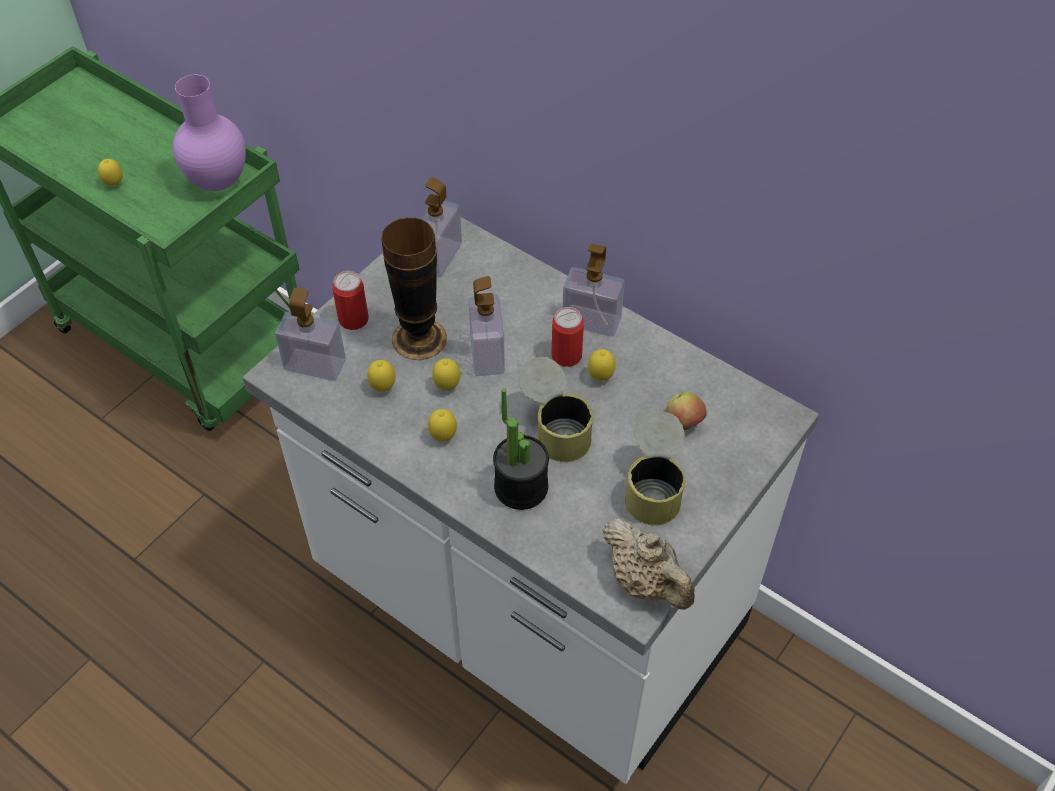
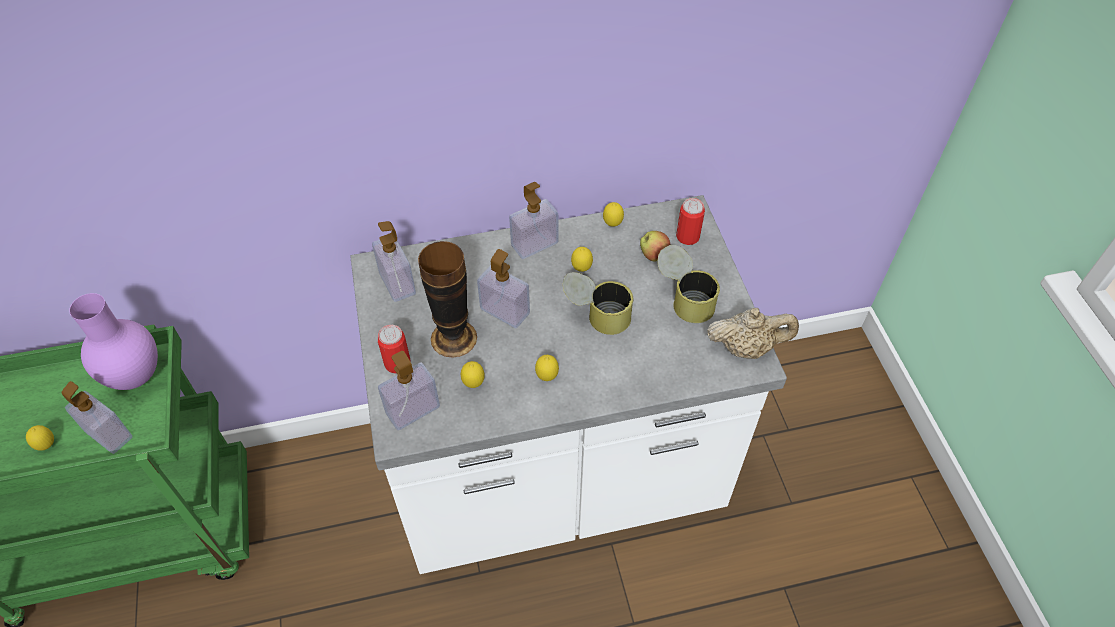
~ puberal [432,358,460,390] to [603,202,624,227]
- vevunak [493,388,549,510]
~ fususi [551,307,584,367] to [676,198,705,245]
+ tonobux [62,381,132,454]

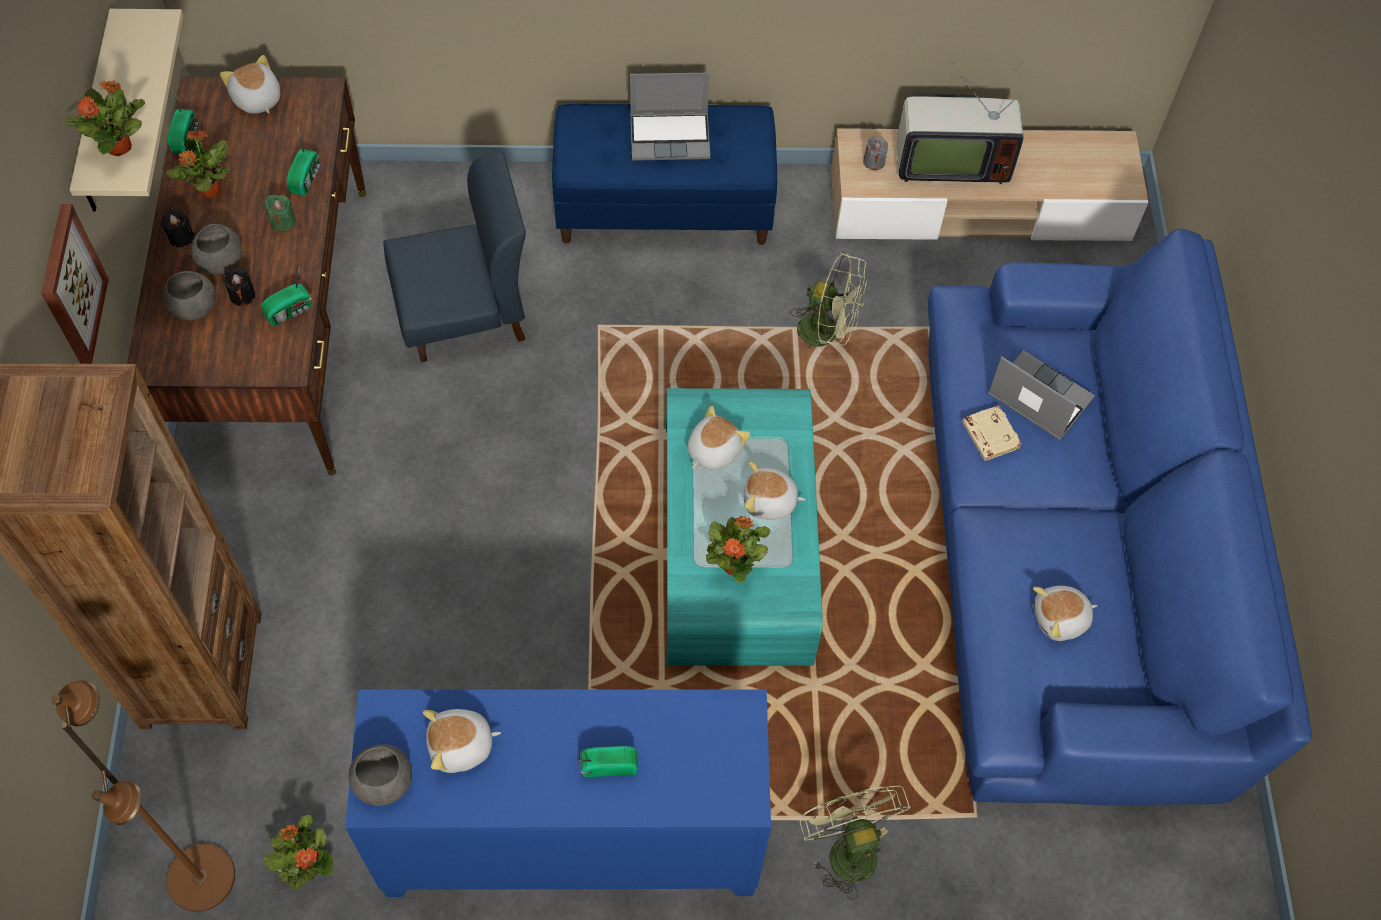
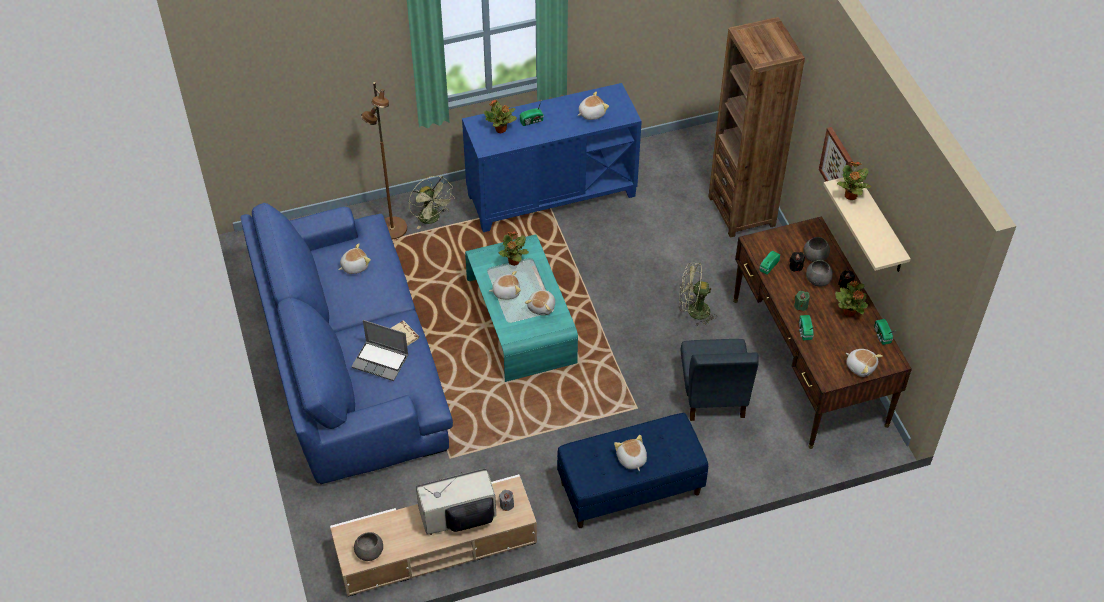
~ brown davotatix [51,680,235,912] to [361,82,407,239]
~ vevunak [263,815,334,890] to [484,100,517,133]
~ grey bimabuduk [349,744,412,806] to [354,532,383,561]
~ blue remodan [383,151,526,362] = [681,339,759,421] 60 degrees counterclockwise
~ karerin [630,73,710,161] to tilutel [614,435,647,471]
~ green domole [790,252,867,348] to [679,263,717,326]

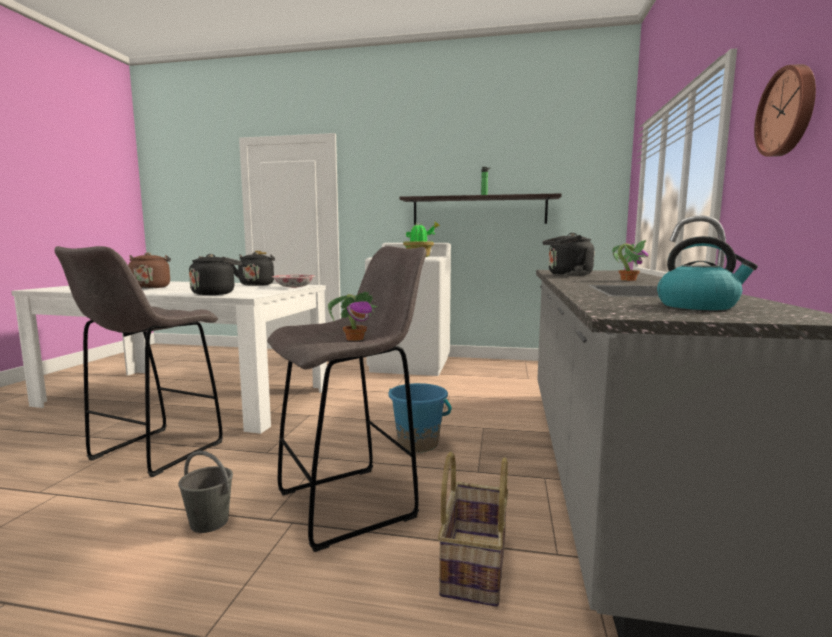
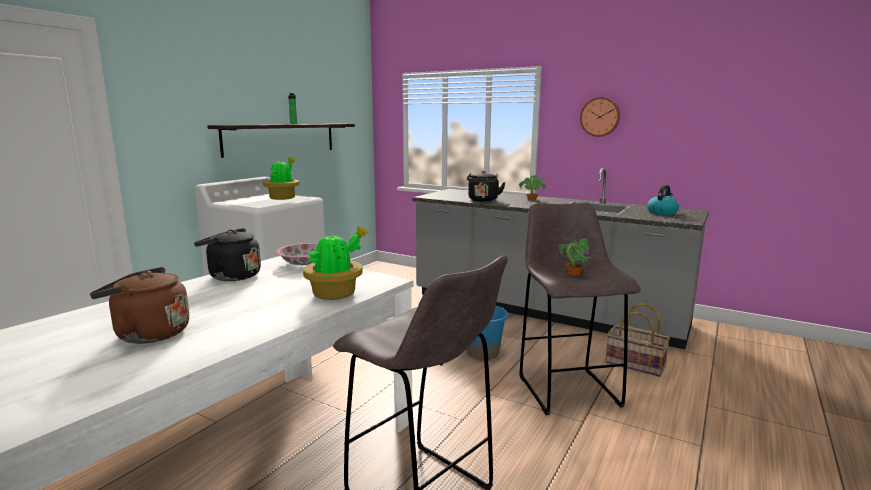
- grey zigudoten [178,451,233,533]
~ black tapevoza [189,254,242,295] to vevunak [303,226,368,300]

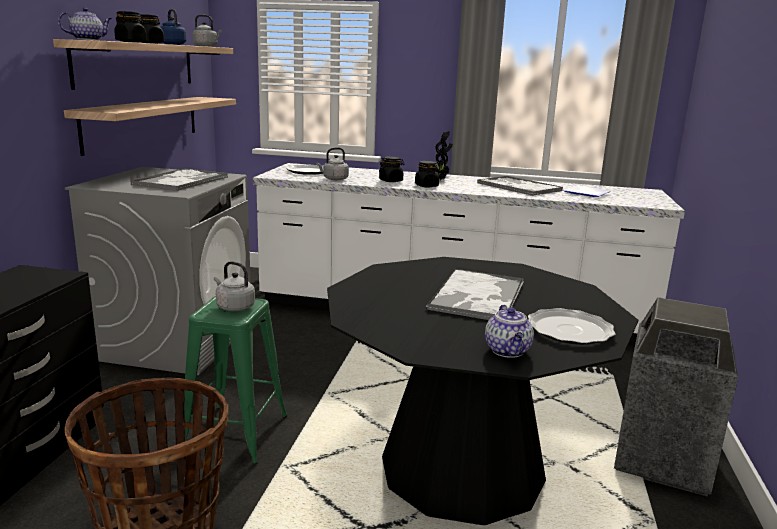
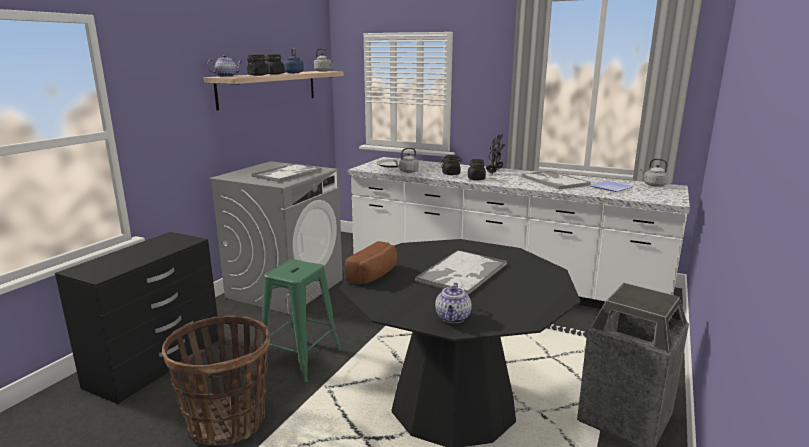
- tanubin [64,97,236,156]
~ grey tapevoza [214,261,255,311] to [640,158,669,187]
- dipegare [528,308,616,345]
+ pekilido [345,241,397,284]

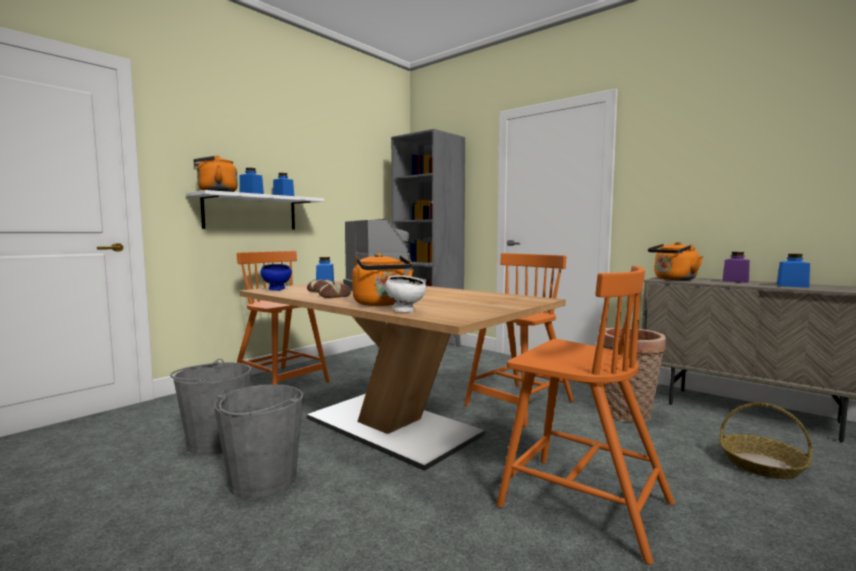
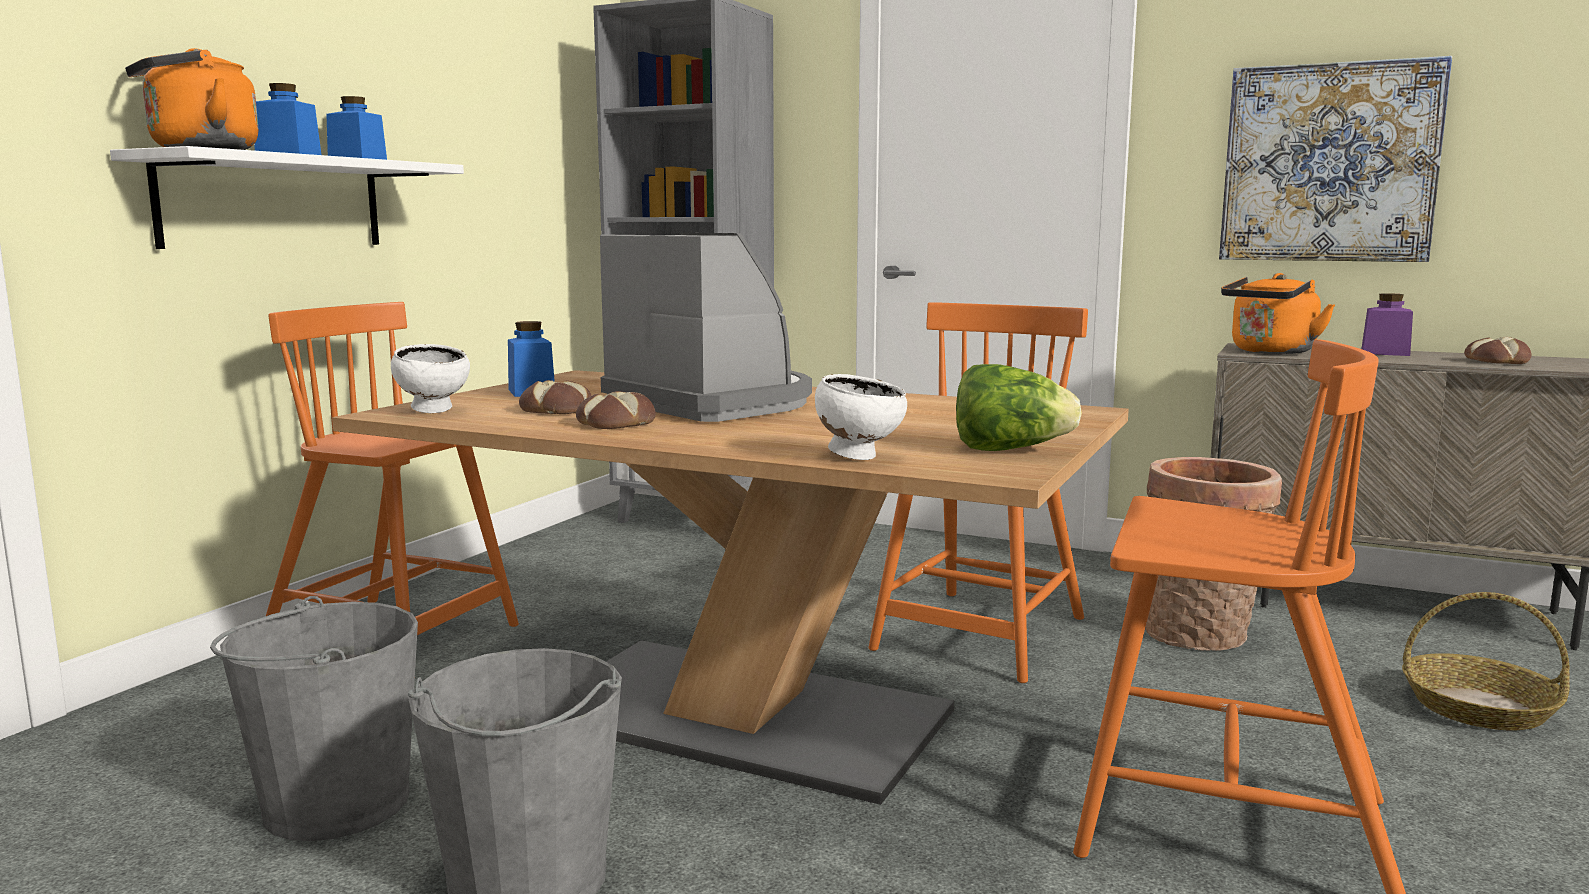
~ blue bimabuduk [261,264,292,291] to white bimabuduk [391,344,470,413]
- orange tapevoza [352,253,414,306]
~ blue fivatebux [777,254,810,288] to pekilido [1464,337,1532,364]
+ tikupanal [956,364,1082,451]
+ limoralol [1219,56,1452,262]

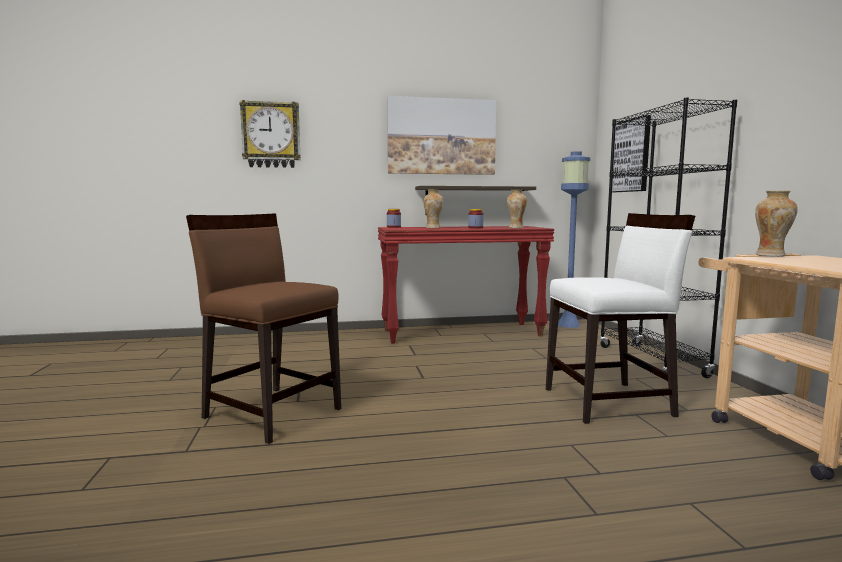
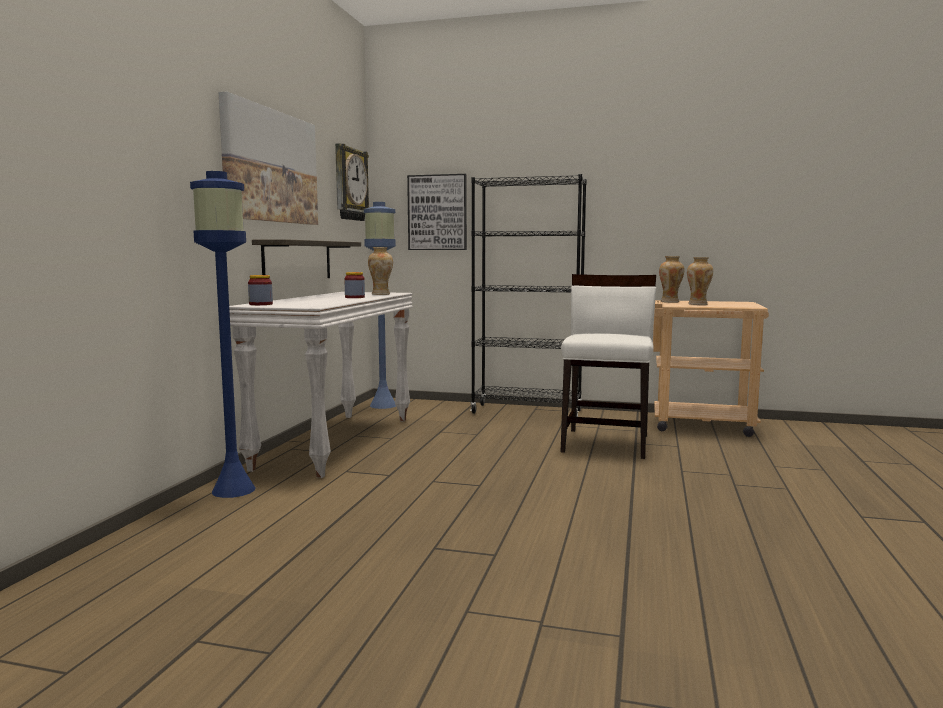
- brown remodan [186,213,341,444]
~ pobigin [239,100,301,168] to [335,143,369,221]
~ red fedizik [378,226,554,344] to white fedizik [229,292,413,478]
~ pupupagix [423,190,444,228] to [687,257,713,305]
+ blue davotatix [190,171,255,498]

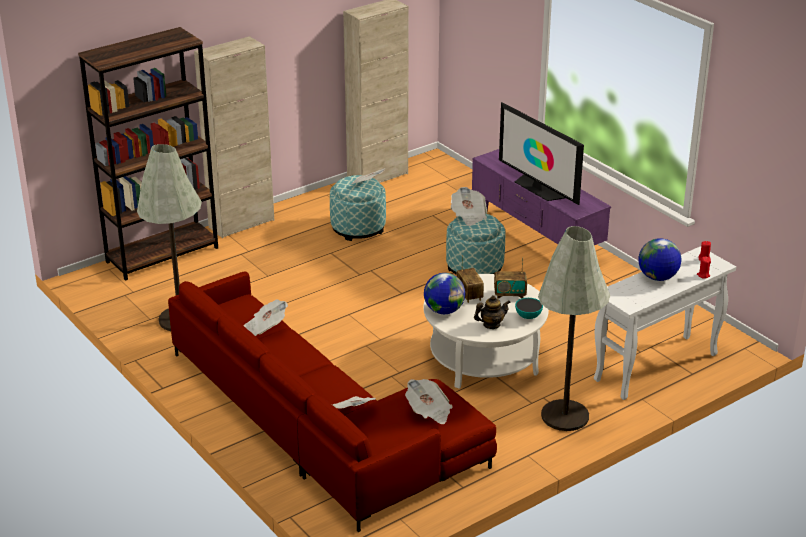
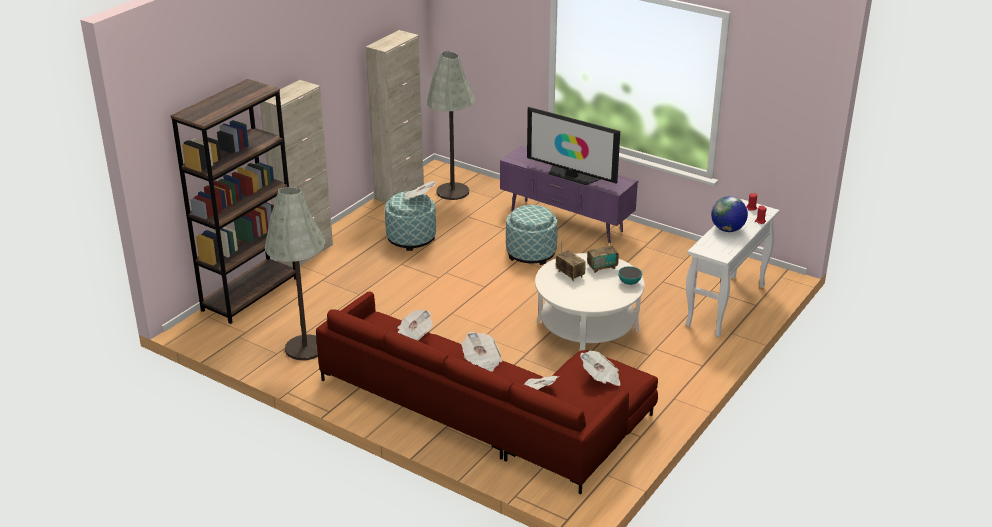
- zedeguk [424,273,465,314]
~ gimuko [451,187,487,226] to [461,331,503,372]
- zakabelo [474,295,511,329]
~ grey davotatix [538,226,610,431] to [427,51,475,200]

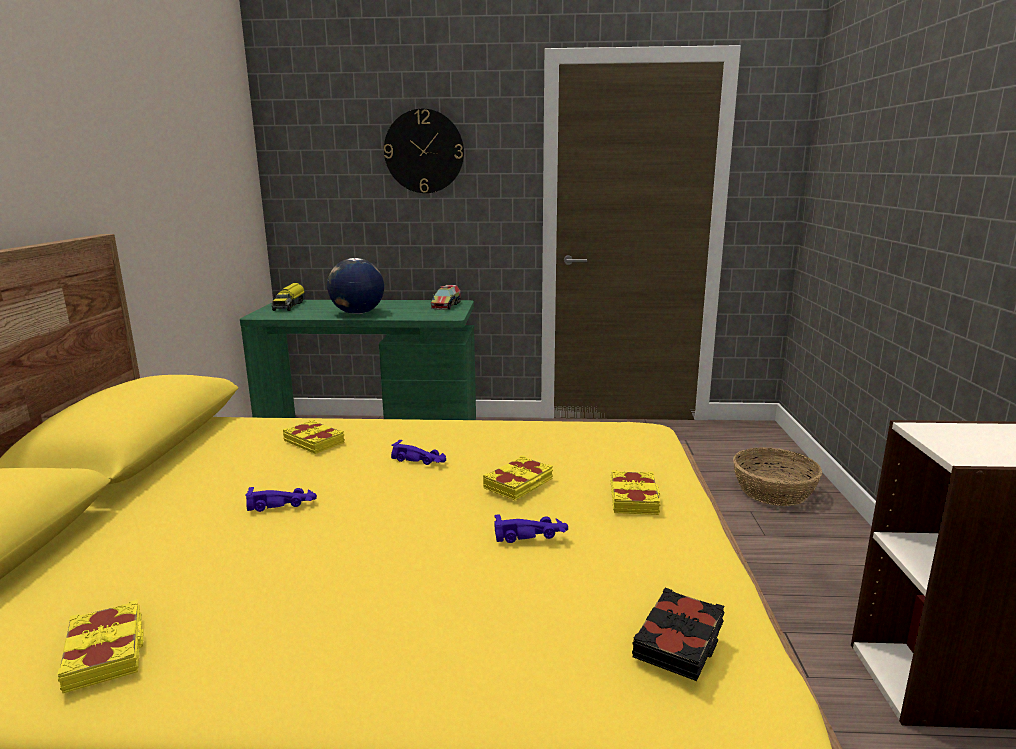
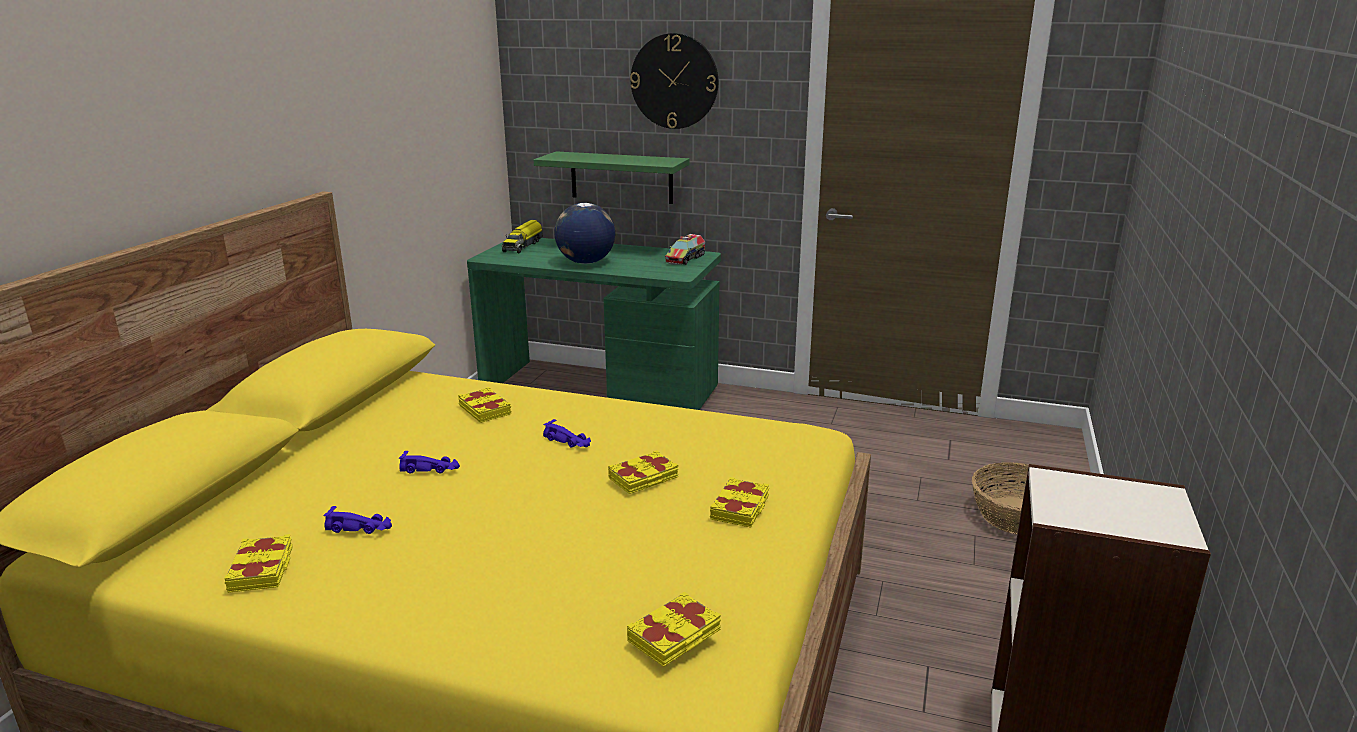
~ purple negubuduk [494,514,568,543] to [323,506,392,534]
~ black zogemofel [632,588,724,681] to yellow zogemofel [627,591,721,667]
+ green tanubin [534,151,689,204]

